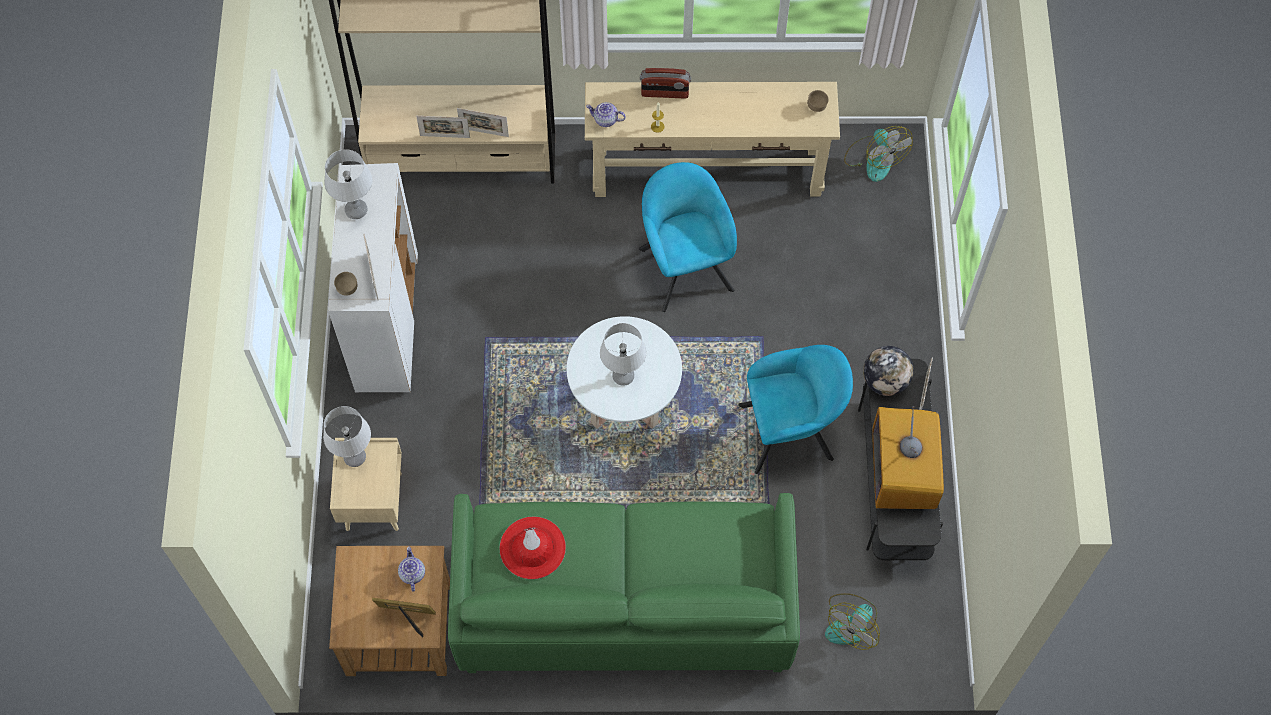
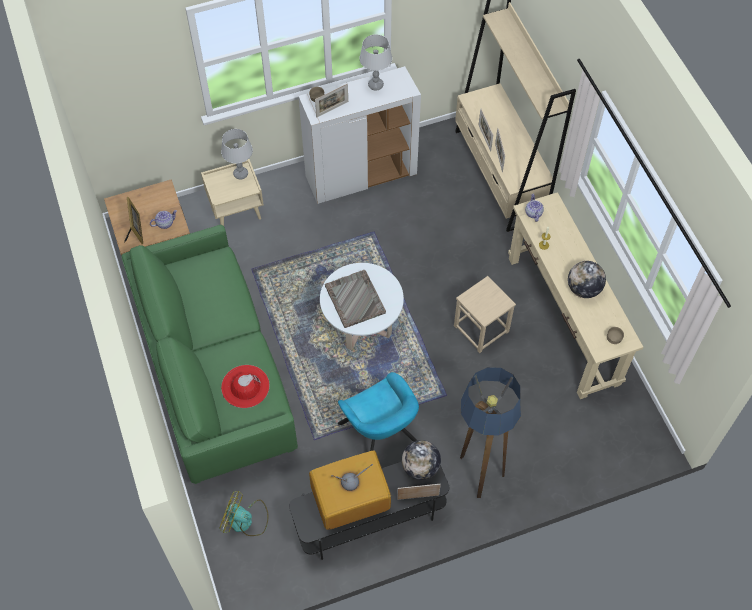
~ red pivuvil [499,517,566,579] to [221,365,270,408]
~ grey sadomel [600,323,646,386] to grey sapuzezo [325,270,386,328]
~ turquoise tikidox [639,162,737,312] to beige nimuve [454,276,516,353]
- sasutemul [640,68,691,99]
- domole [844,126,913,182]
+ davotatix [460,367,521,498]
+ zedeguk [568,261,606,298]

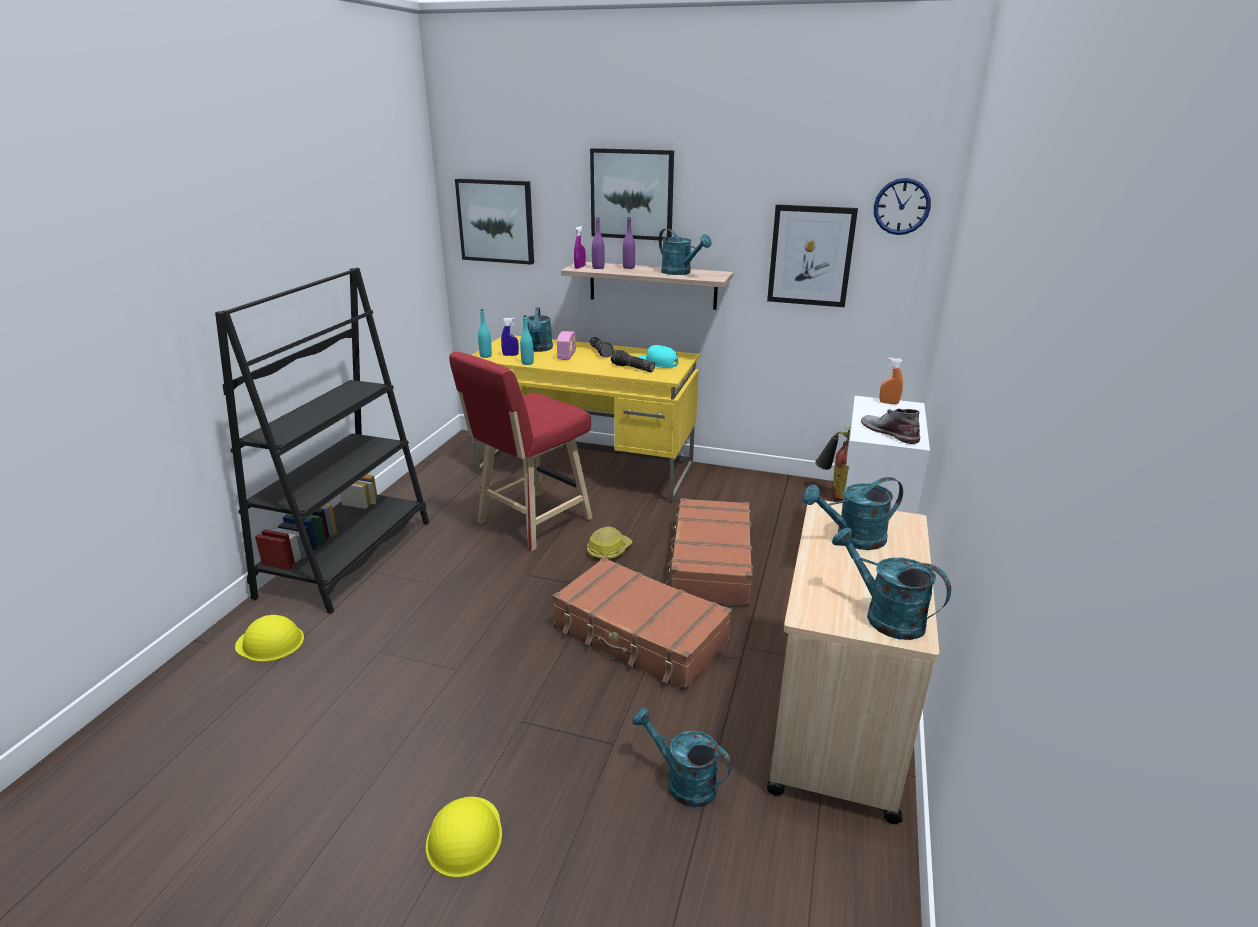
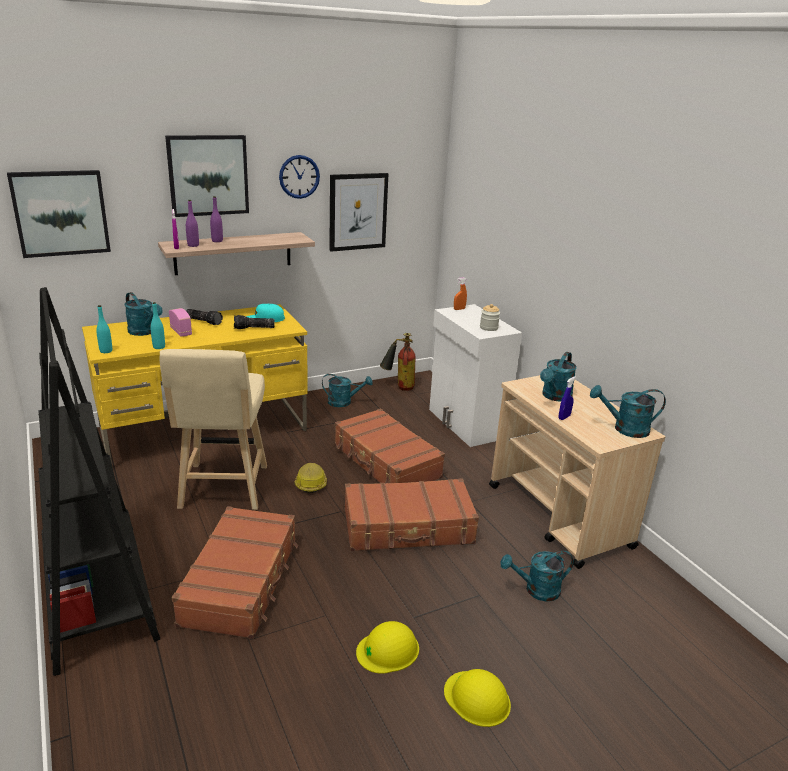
~ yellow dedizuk [235,615,304,662] to [356,621,419,674]
~ red nimuve [449,352,593,552] to beige nimuve [160,349,267,510]
~ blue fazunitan [501,318,519,356] to [559,376,576,420]
~ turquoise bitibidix [659,229,711,275] to [322,374,373,407]
~ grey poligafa [861,409,920,444] to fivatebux [480,304,500,331]
~ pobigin [874,178,931,235] to [279,155,320,199]
+ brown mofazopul [172,506,298,639]

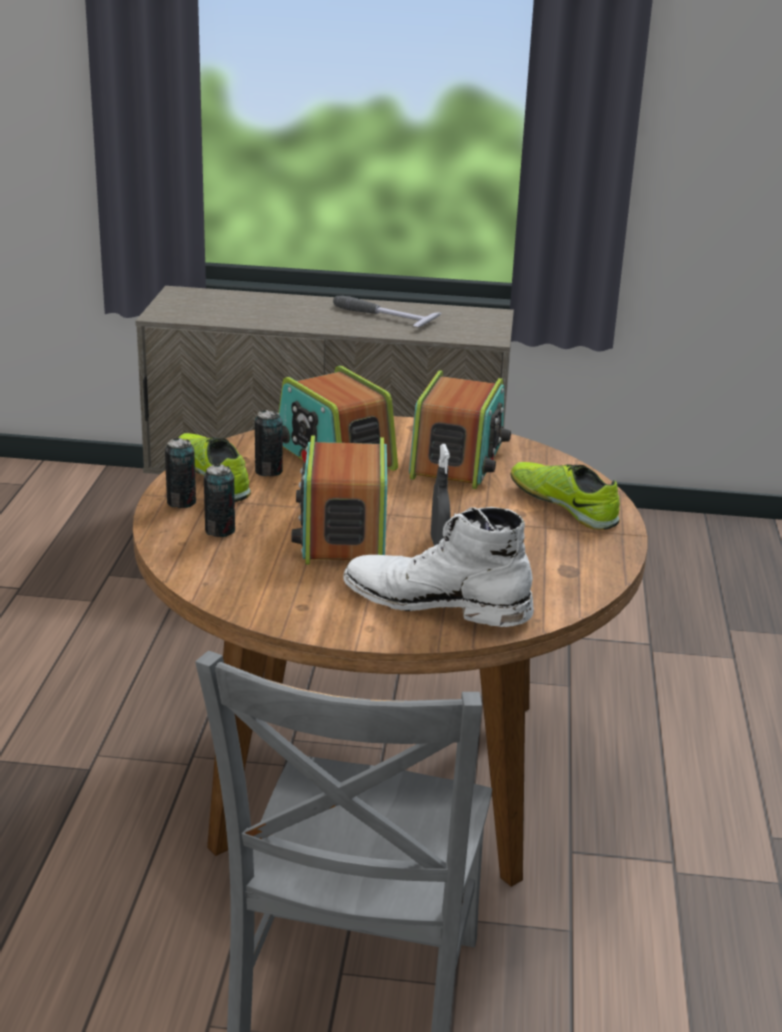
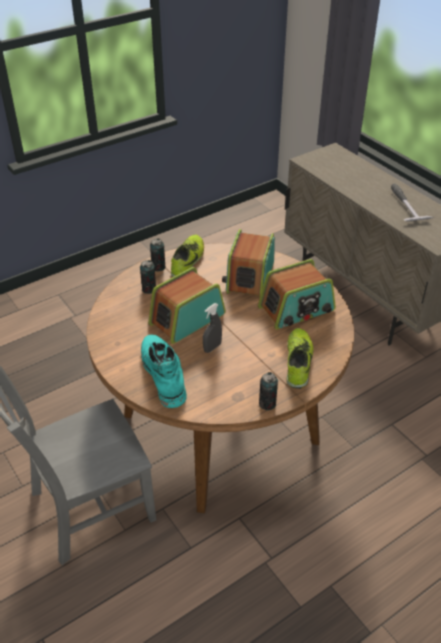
~ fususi [255,410,283,477] to [259,372,278,410]
~ white poligafa [343,507,534,627] to turquoise poligafa [141,335,187,408]

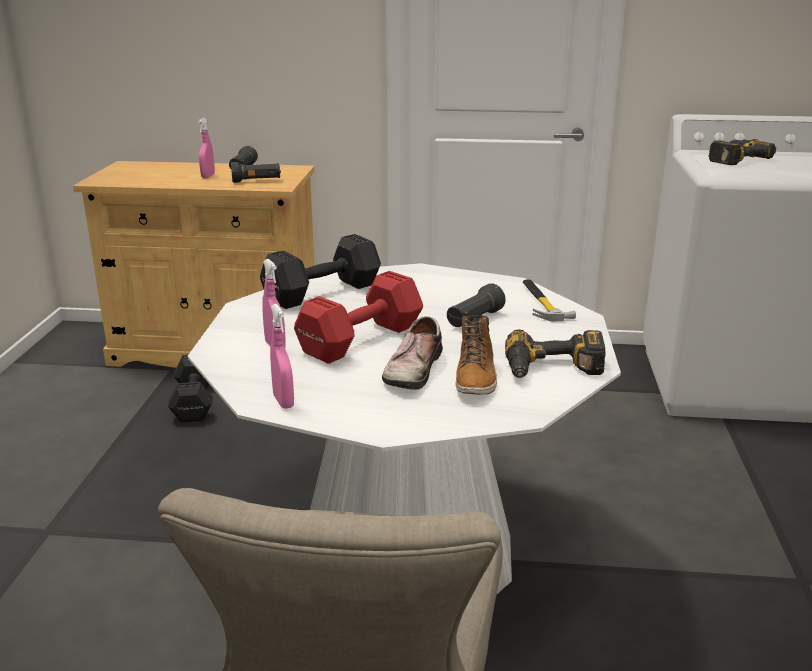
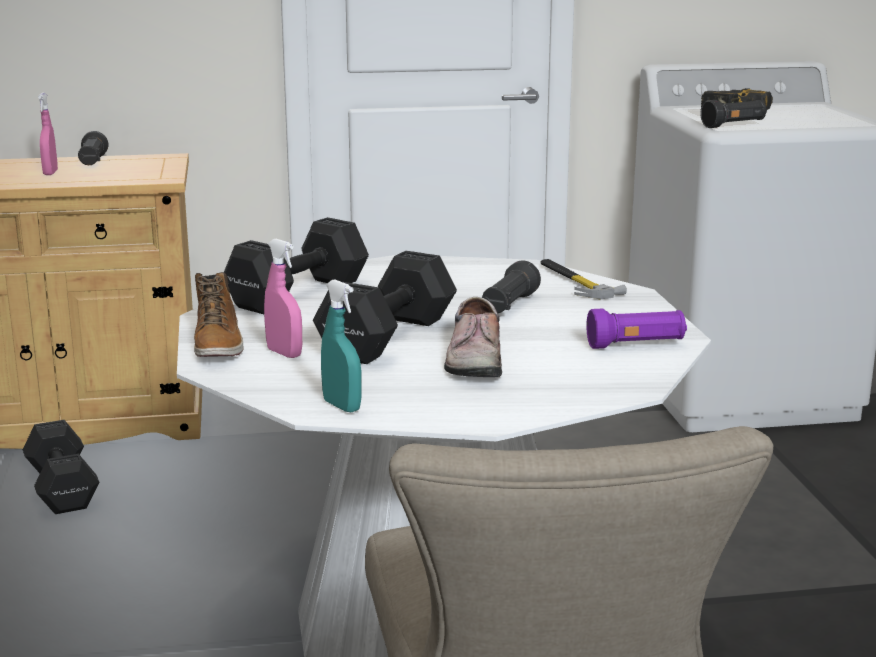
~ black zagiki [231,162,281,183] to [701,100,767,128]
~ pink fazunitan [270,304,294,409] to turquoise fazunitan [321,279,361,412]
~ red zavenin [294,271,423,364] to black zavenin [313,251,457,364]
~ poligafa [456,315,497,395] to [194,272,243,357]
~ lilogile [505,329,606,378] to purple zagiki [586,309,687,349]

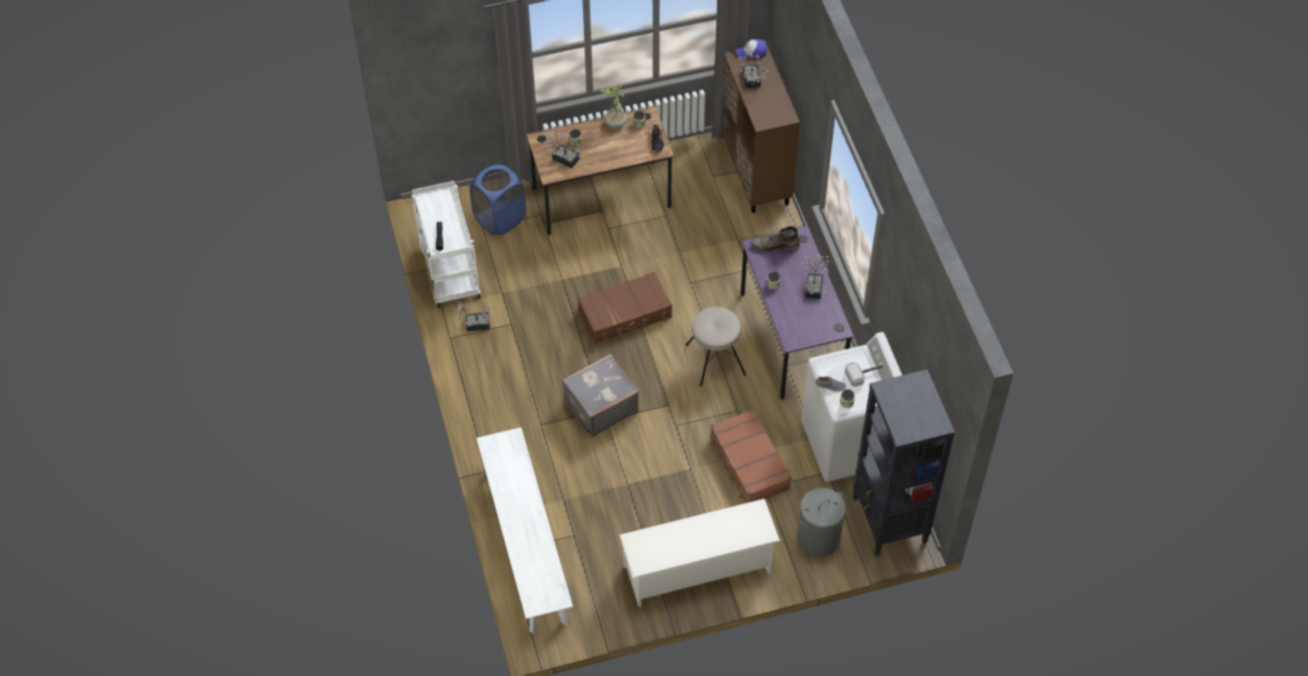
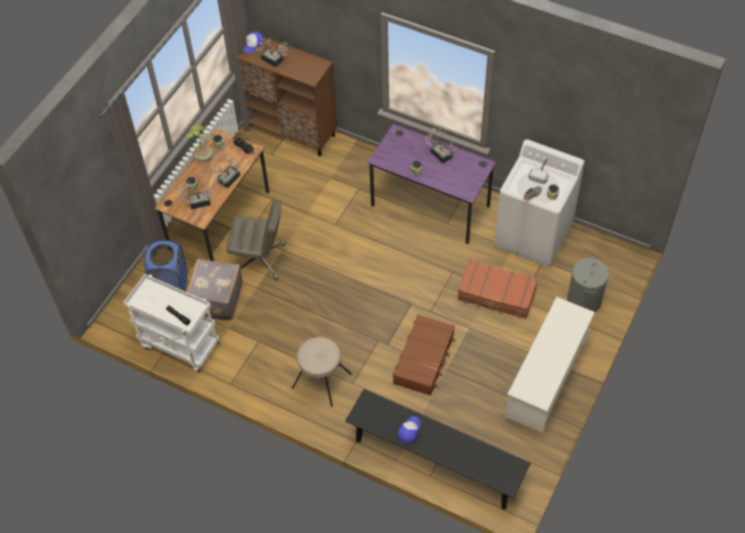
~ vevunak [454,299,495,331] to [210,157,240,188]
~ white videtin [477,427,573,633] to black videtin [345,389,531,510]
~ grey mofazopul [562,354,639,437] to [187,259,243,321]
~ brown mofazopul [578,271,672,344] to [393,314,455,396]
~ beige nimuve [686,307,746,387] to [292,337,352,407]
- green poligafa [750,226,800,252]
- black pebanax [852,369,955,556]
+ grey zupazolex [226,200,285,279]
+ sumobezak [398,416,421,444]

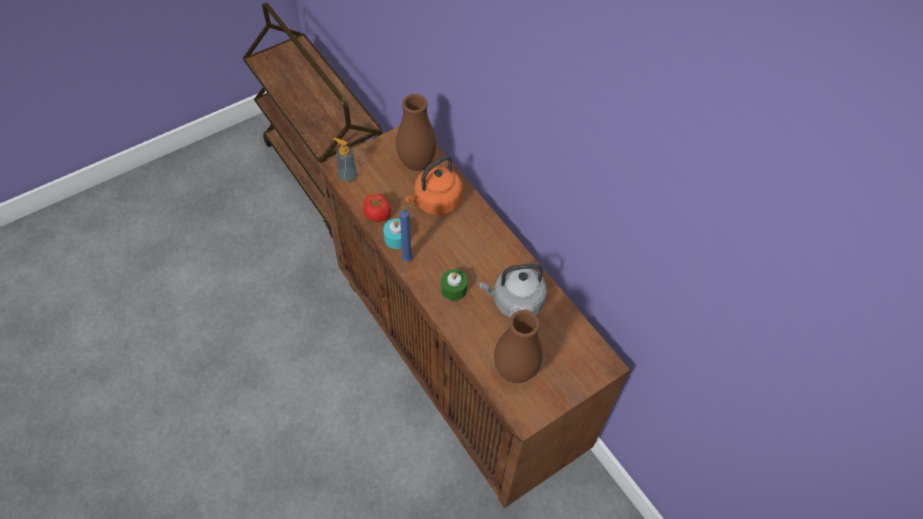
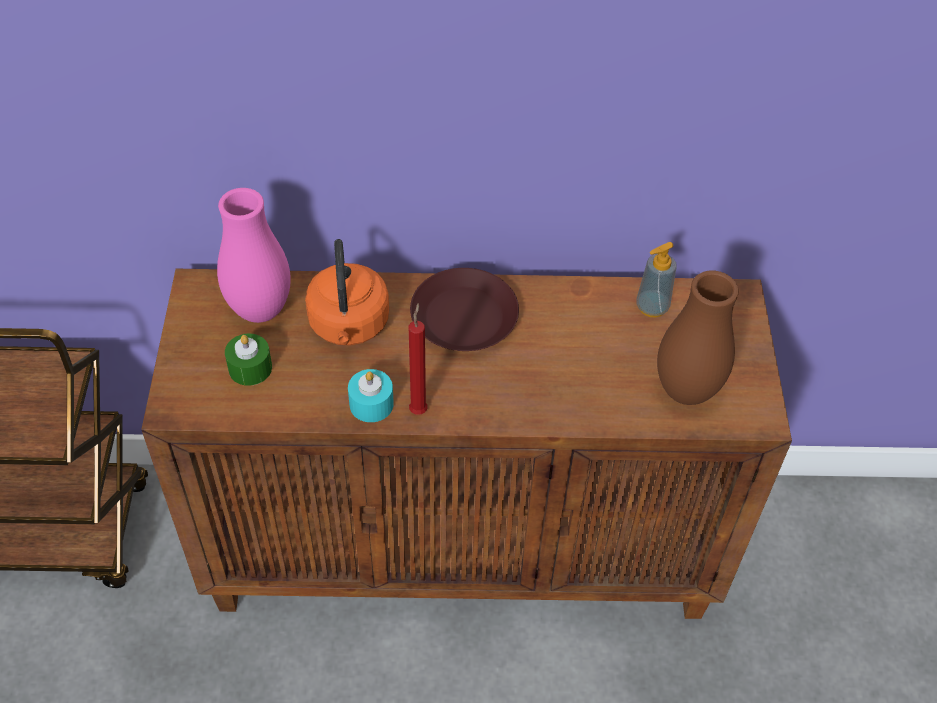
~ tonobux [334,138,358,183] to [636,242,676,317]
- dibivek [363,193,391,222]
~ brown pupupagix [396,94,436,171] to pink pupupagix [217,188,291,323]
~ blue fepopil [400,204,413,262] to red fepopil [408,303,428,415]
~ green fepopil [441,269,468,301] to [225,334,272,386]
- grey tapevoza [479,264,547,318]
+ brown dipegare [410,268,519,351]

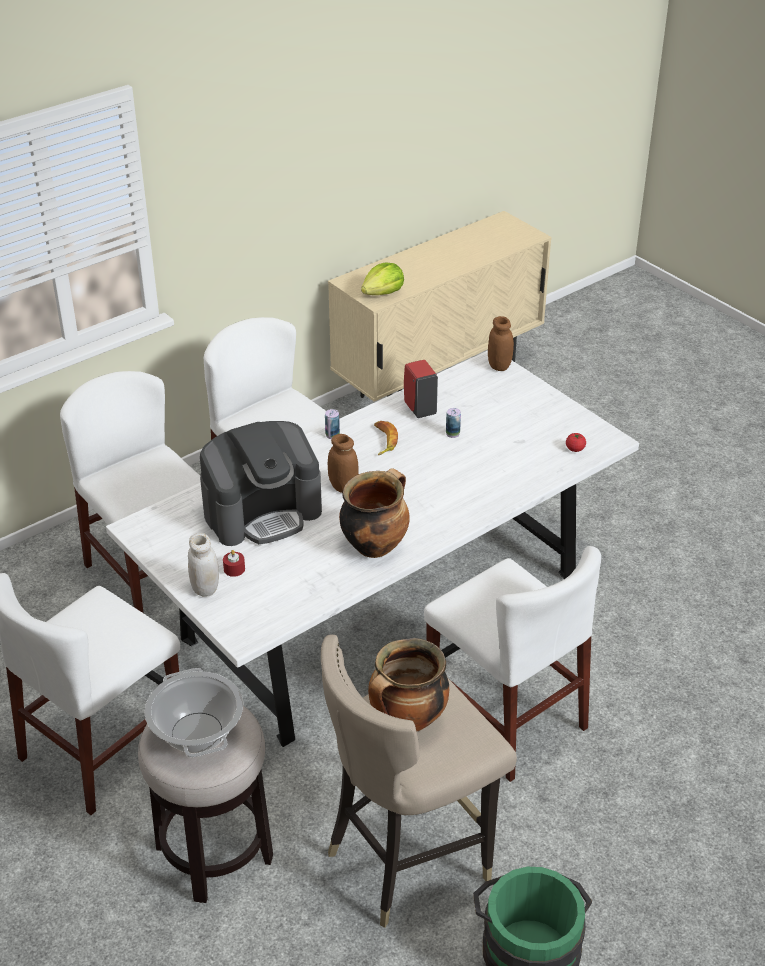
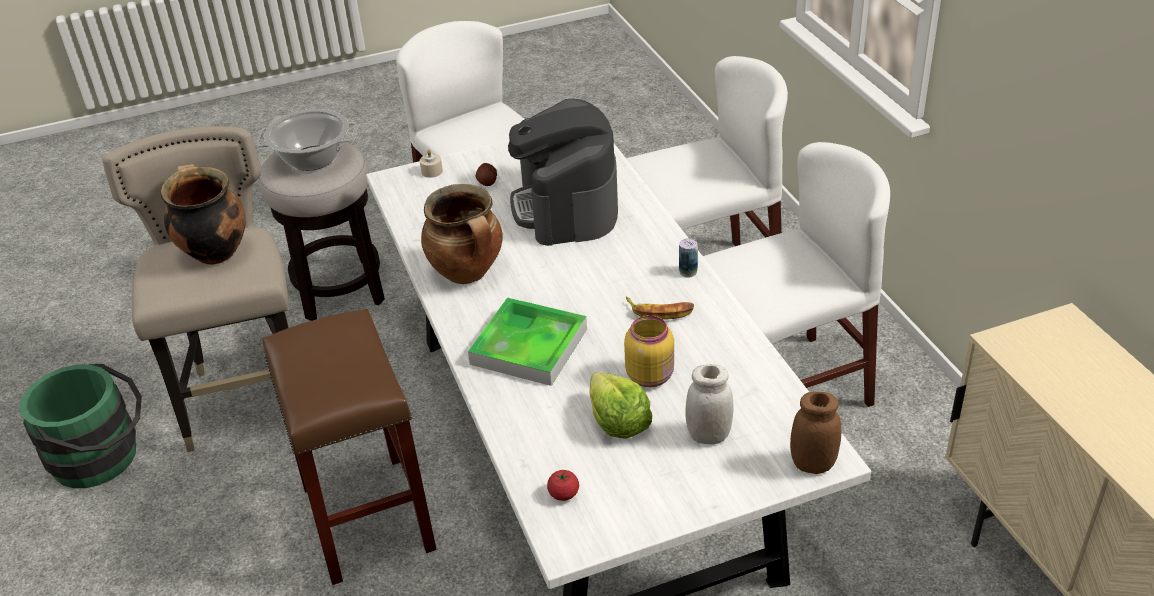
~ white fivatebux [188,533,219,597] to [686,364,734,445]
~ red fepopil [223,550,245,577] to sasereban [475,163,497,186]
- brown fivatebux [328,434,358,493]
~ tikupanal [361,262,404,295] to [589,372,653,439]
- red tonobux [404,360,438,418]
~ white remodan [424,546,601,782] to brown nimuve [262,309,437,585]
~ fususi [446,408,461,438] to yellow fivatebux [624,315,674,387]
+ beige fepopil [419,149,443,178]
+ sapuzezo [468,297,587,386]

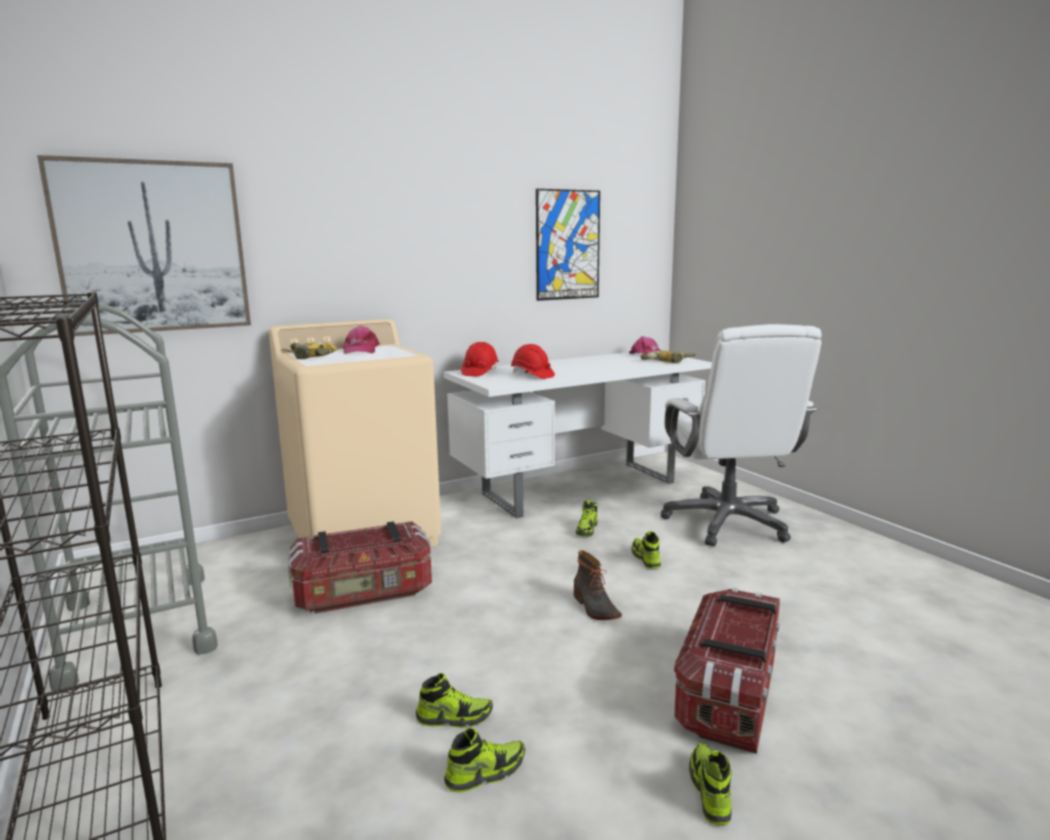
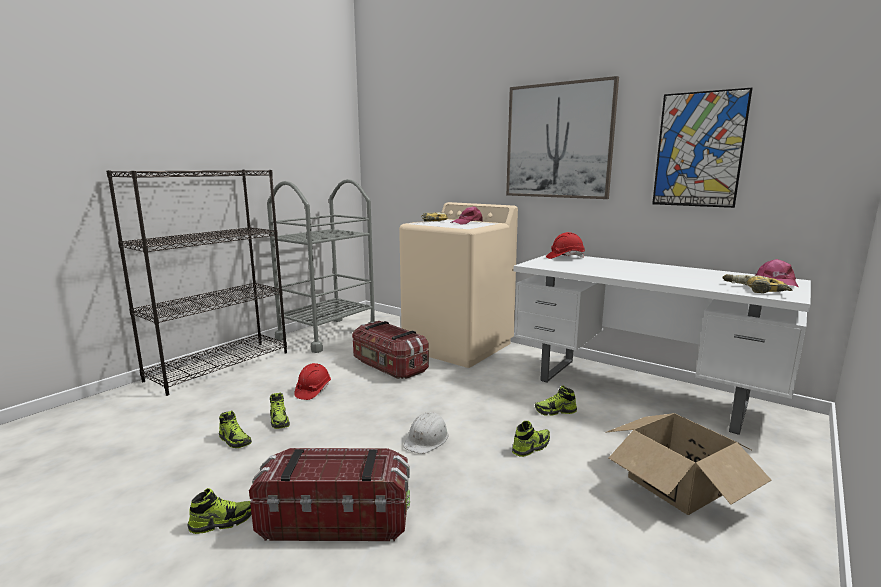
~ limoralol [37,155,251,336] to [506,76,619,199]
~ red dedizuk [511,344,555,379] to [294,363,331,400]
~ poligafa [574,550,622,620] to white dedizuk [403,412,449,454]
~ white zupazolex [661,324,822,546] to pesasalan [605,413,771,515]

